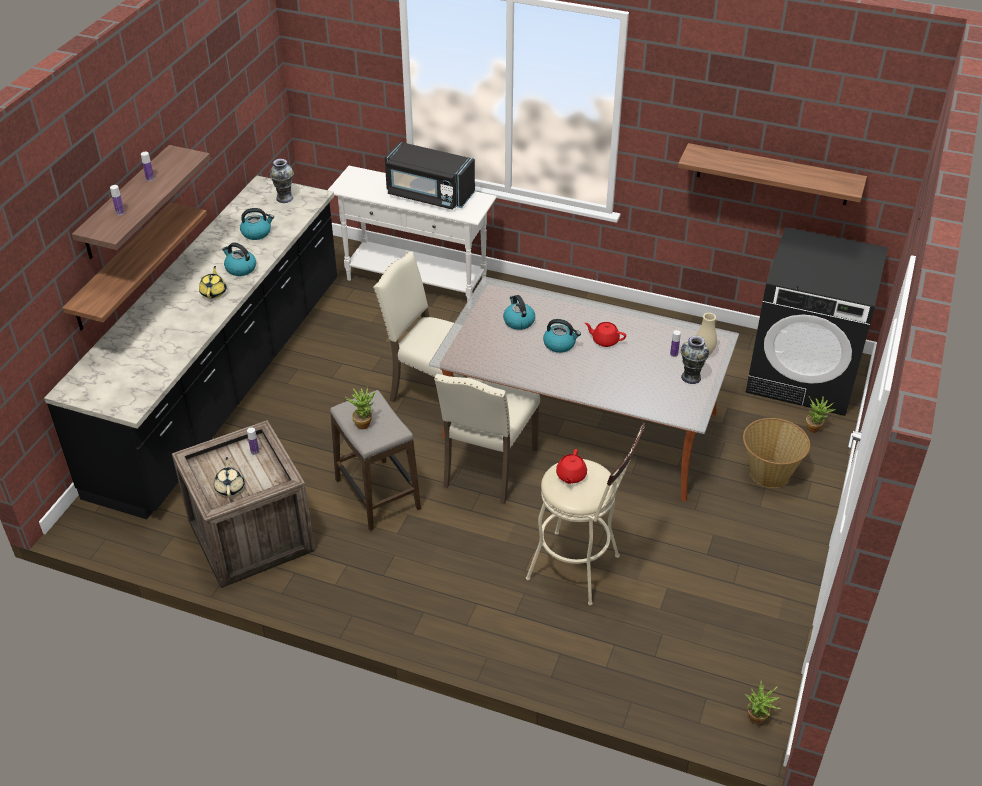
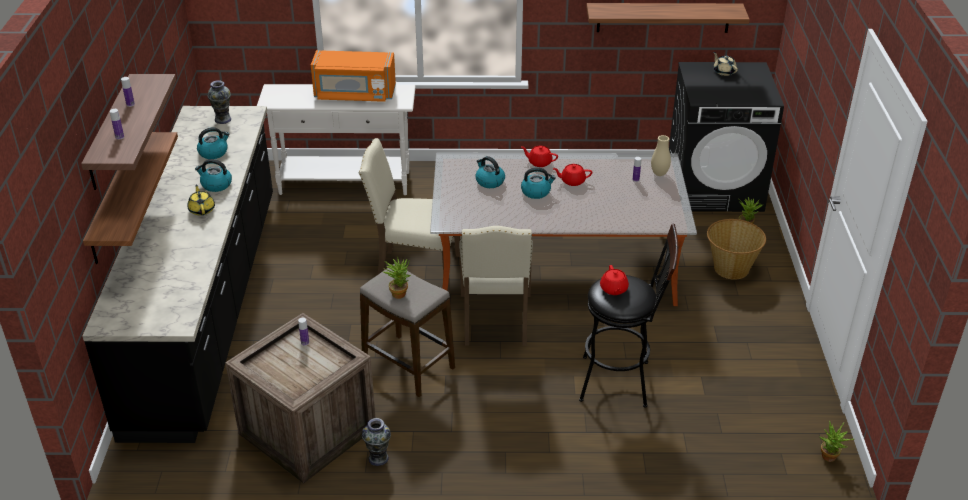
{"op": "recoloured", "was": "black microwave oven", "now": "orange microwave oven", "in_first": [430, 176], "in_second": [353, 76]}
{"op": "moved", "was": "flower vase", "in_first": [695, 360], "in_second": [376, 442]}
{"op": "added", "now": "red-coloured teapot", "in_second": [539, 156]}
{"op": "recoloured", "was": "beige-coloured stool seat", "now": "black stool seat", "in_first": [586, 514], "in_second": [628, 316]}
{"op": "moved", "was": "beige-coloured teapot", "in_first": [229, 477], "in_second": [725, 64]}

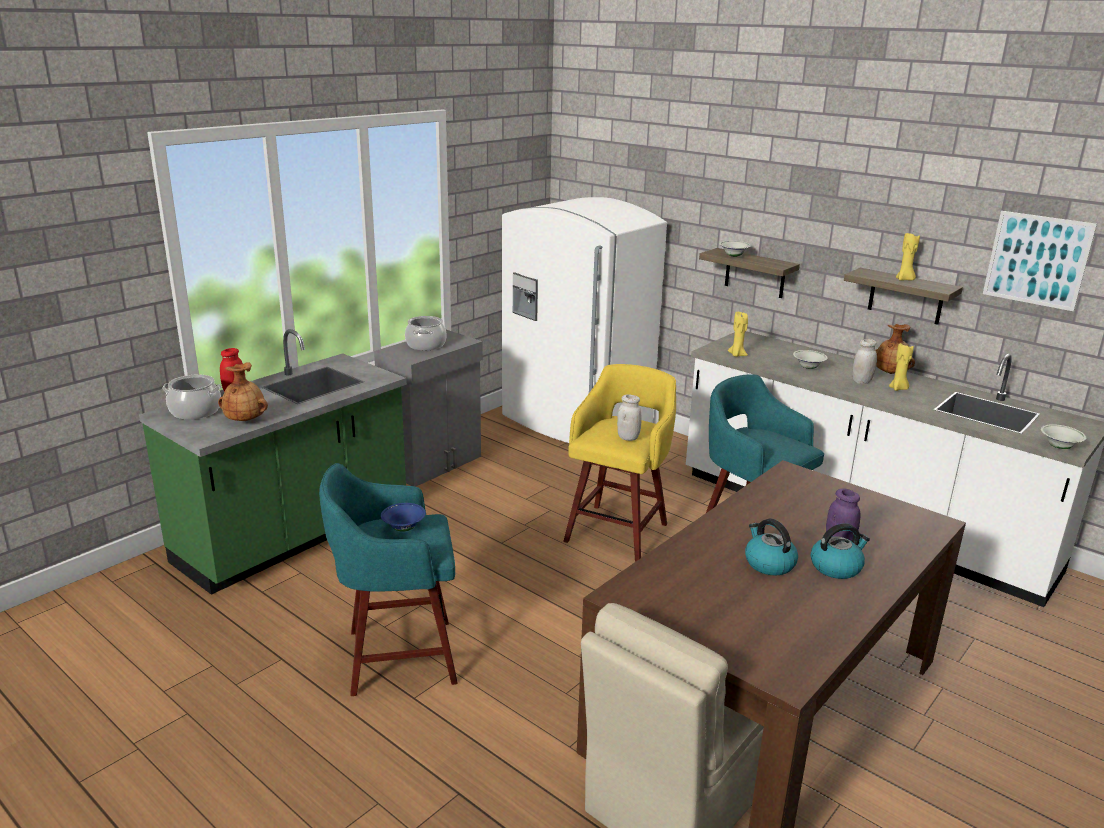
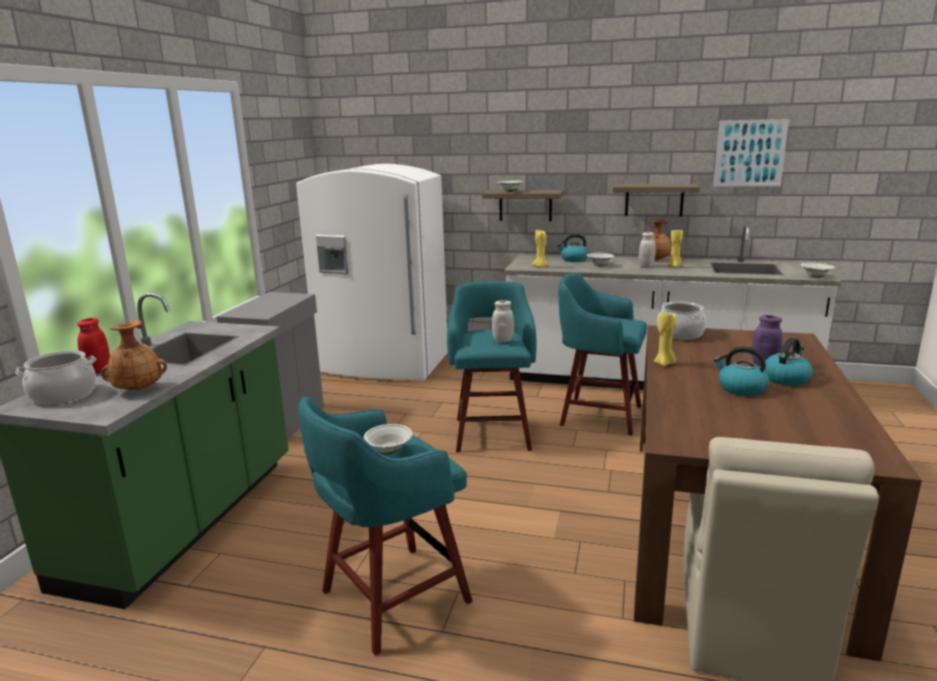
{"op": "recoloured", "was": "bluish bowl", "now": "whitish bowl", "in_first": [403, 517], "in_second": [388, 439]}
{"op": "recoloured", "was": "yellow-coloured stool seat", "now": "blue-green stool seat", "in_first": [619, 463], "in_second": [492, 367]}
{"op": "added", "now": "tea kettle", "in_second": [573, 248]}
{"op": "moved", "was": "yellow-coloured wax light", "in_first": [908, 257], "in_second": [665, 340]}
{"op": "moved", "was": "cooking pot", "in_first": [426, 333], "in_second": [681, 321]}

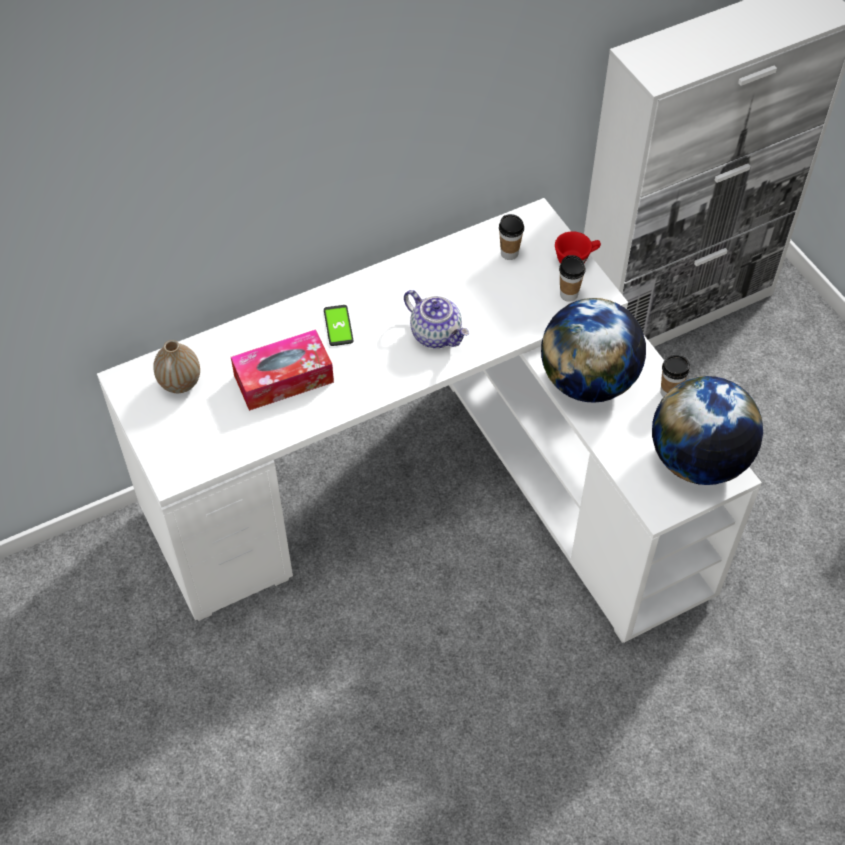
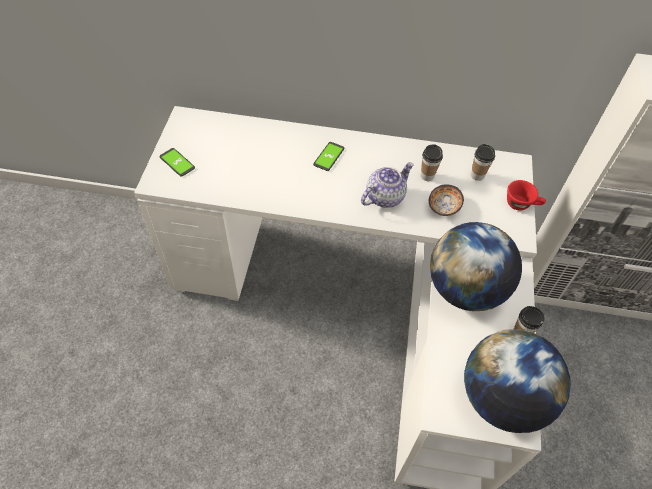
{"op": "added", "now": "telephone", "in_second": [177, 162]}
{"op": "turned", "was": "teapot", "in_first": [436, 319], "in_second": [387, 185], "clockwise": -120}
{"op": "moved", "was": "cup", "in_first": [572, 278], "in_second": [432, 162]}
{"op": "added", "now": "bowl", "in_second": [446, 200]}
{"op": "removed", "was": "flower vase", "in_first": [176, 366]}
{"op": "removed", "was": "tissue box", "in_first": [282, 370]}

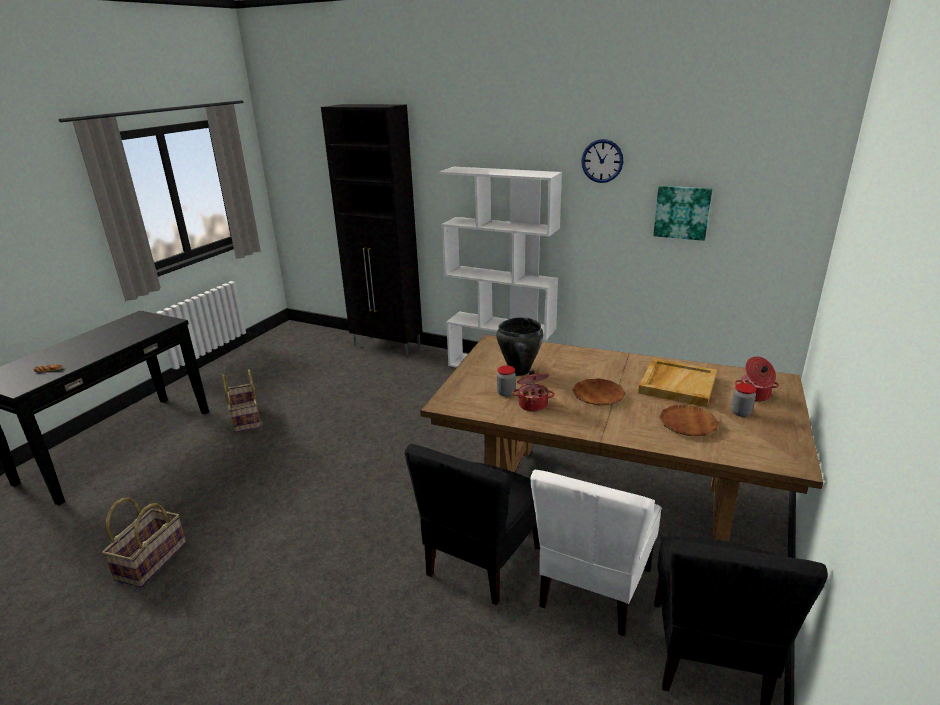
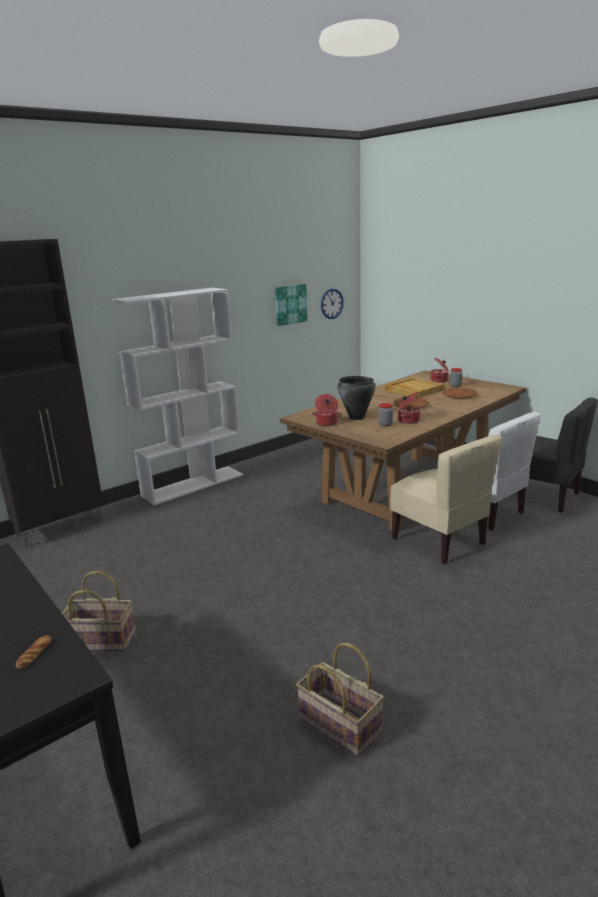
{"op": "added", "now": "cooking pot", "in_second": [327, 410]}
{"op": "moved", "was": "hanging clock", "in_first": [602, 161], "in_second": [332, 304]}
{"op": "recoloured", "was": "black chair", "now": "beige-coloured chair", "in_first": [472, 524], "in_second": [446, 499]}

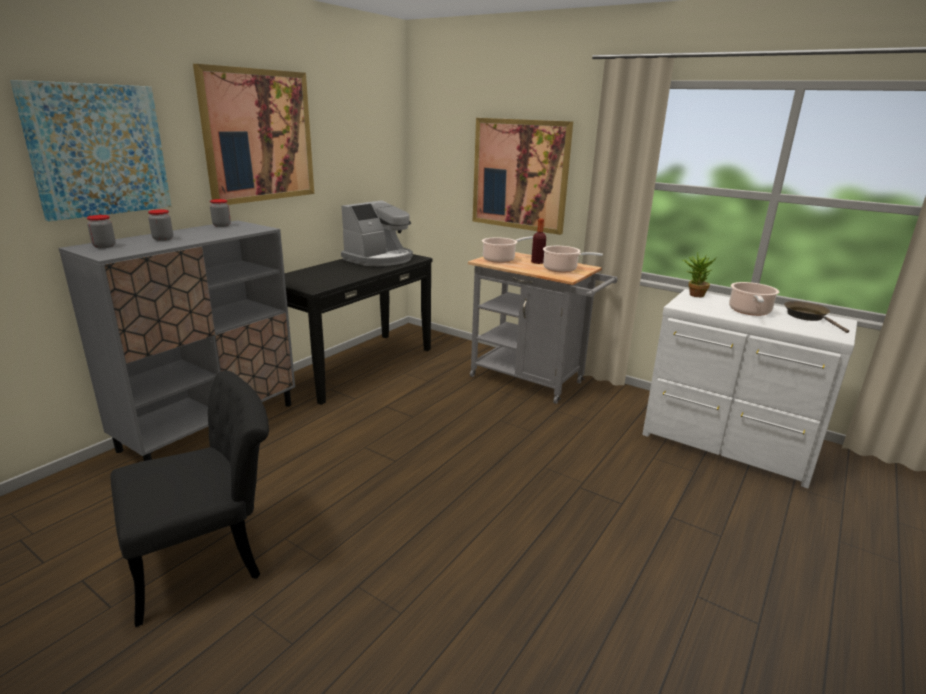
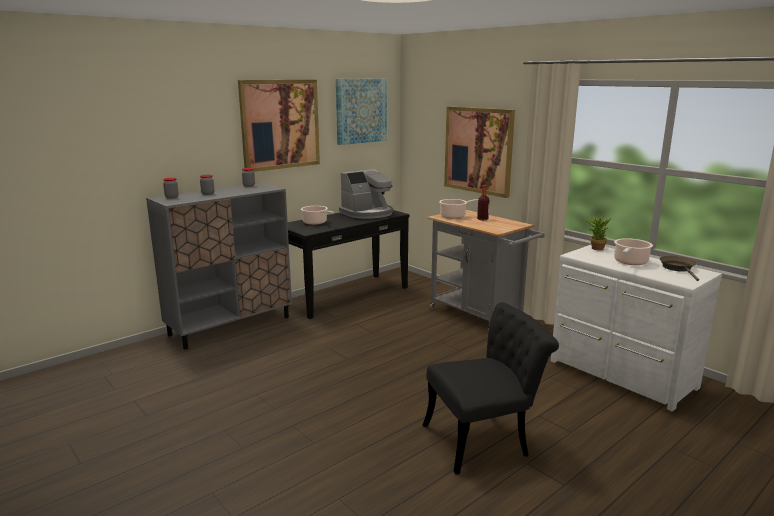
{"op": "moved", "was": "cooking pot", "in_first": [573, 259], "in_second": [317, 215]}
{"op": "moved", "was": "picture", "in_first": [91, 150], "in_second": [361, 112]}
{"op": "moved", "was": "black chair", "in_first": [189, 499], "in_second": [491, 388]}

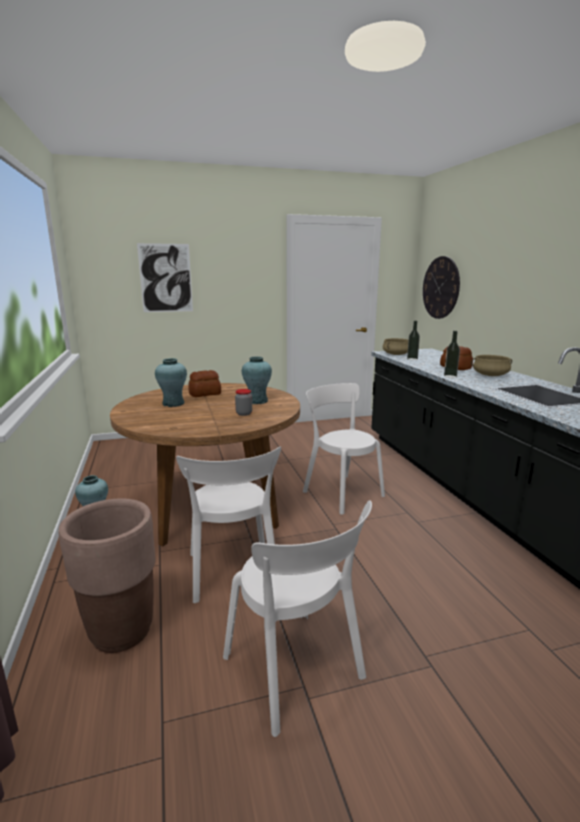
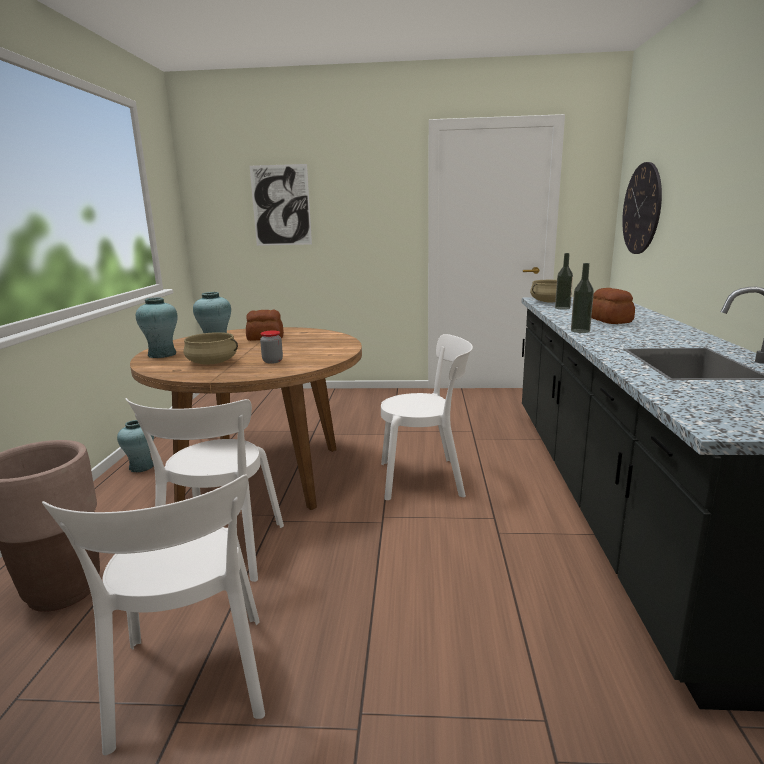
{"op": "moved", "was": "blue-green flower vase", "in_first": [257, 380], "in_second": [157, 328]}
{"op": "moved", "was": "beige-coloured cooking pot", "in_first": [491, 365], "in_second": [210, 348]}
{"op": "turned", "was": "whitish chair", "in_first": [344, 449], "in_second": [427, 417], "clockwise": 105}

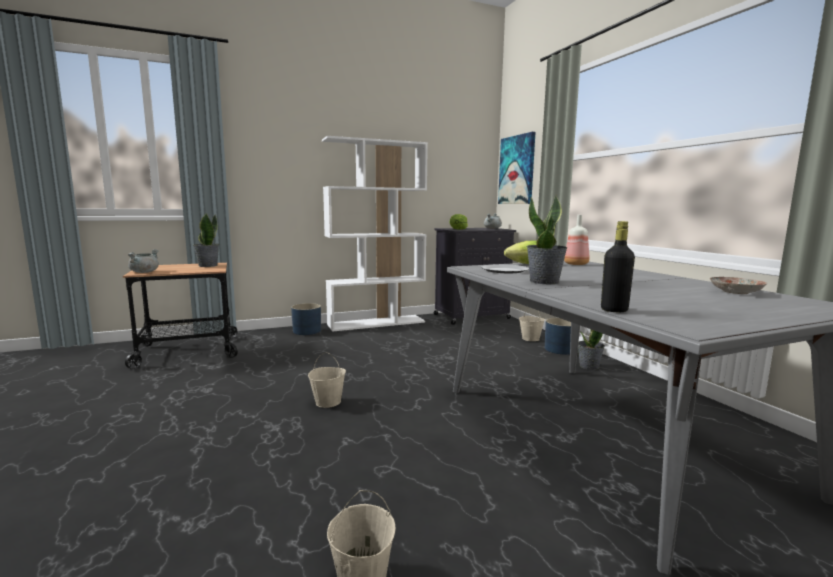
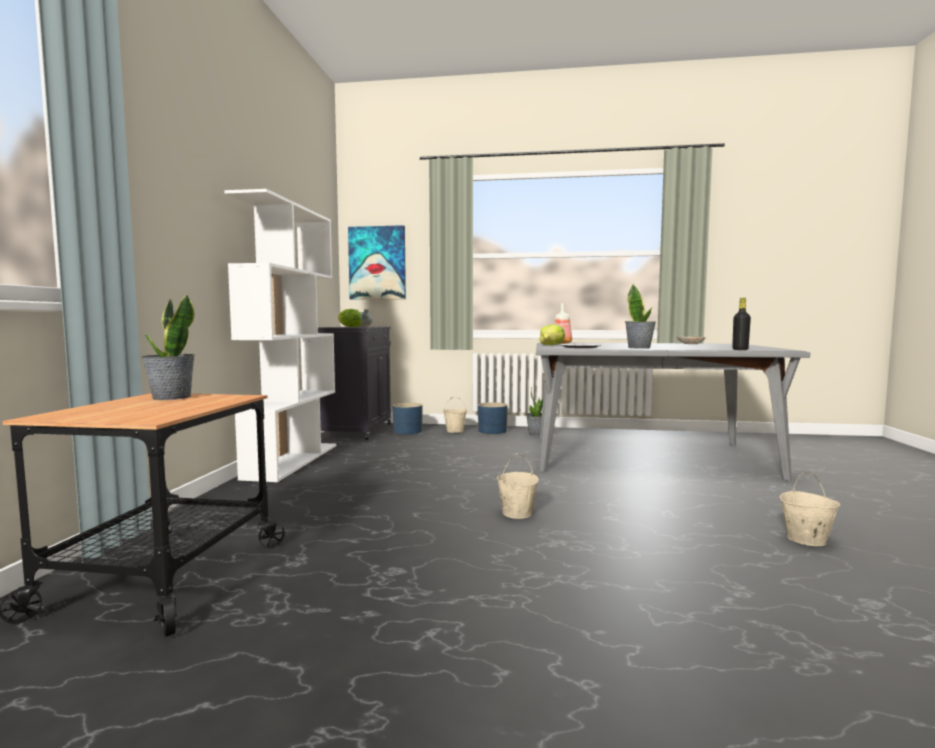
{"op": "moved", "was": "bluish plant pot", "in_first": [306, 319], "in_second": [407, 418]}
{"op": "removed", "was": "greyish cooking pot", "in_first": [143, 261]}

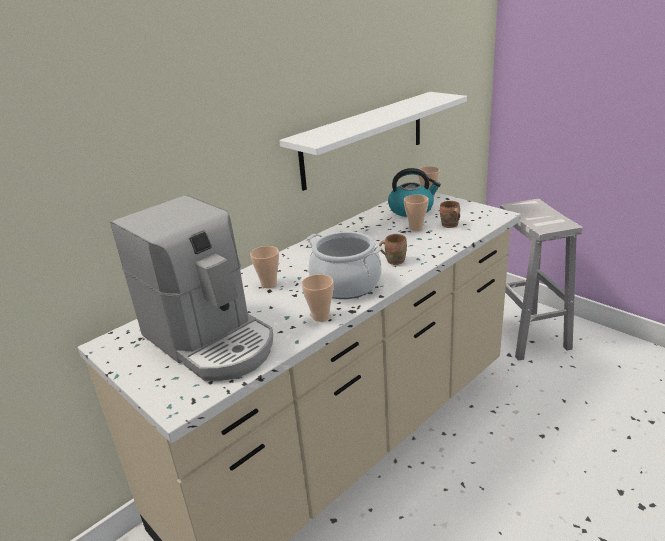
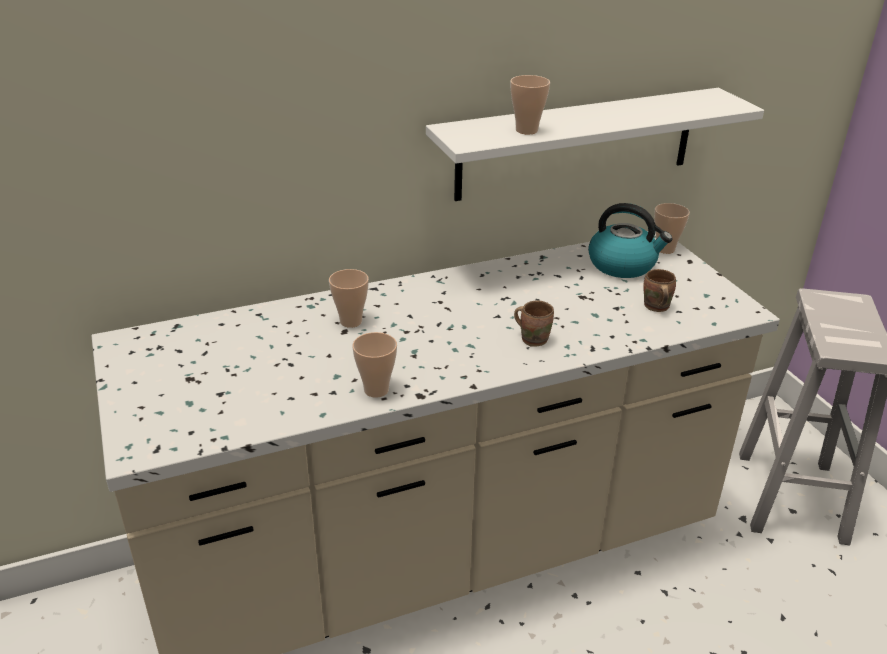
{"op": "moved", "was": "cup", "in_first": [416, 212], "in_second": [530, 104]}
{"op": "removed", "was": "coffee machine", "in_first": [192, 288]}
{"op": "removed", "was": "cooking pot", "in_first": [344, 265]}

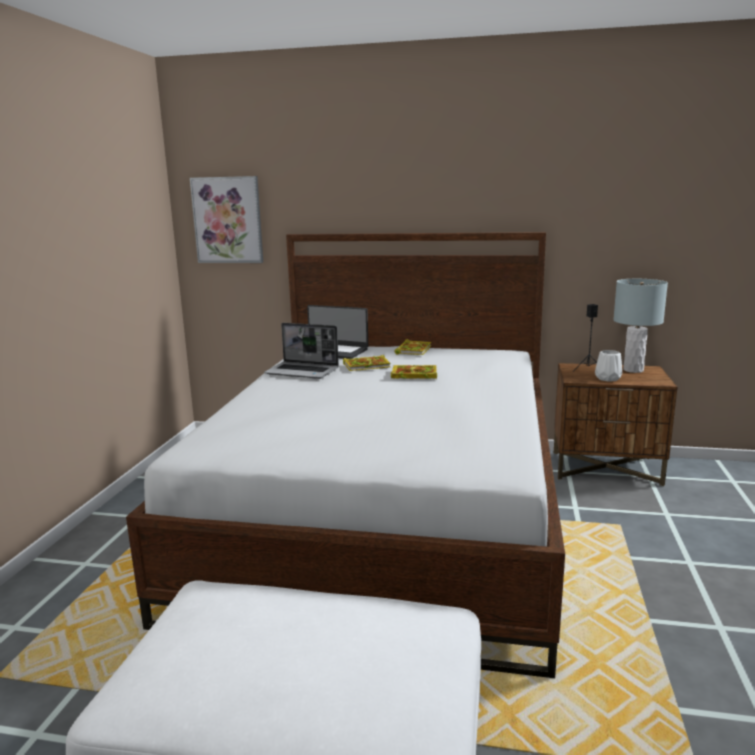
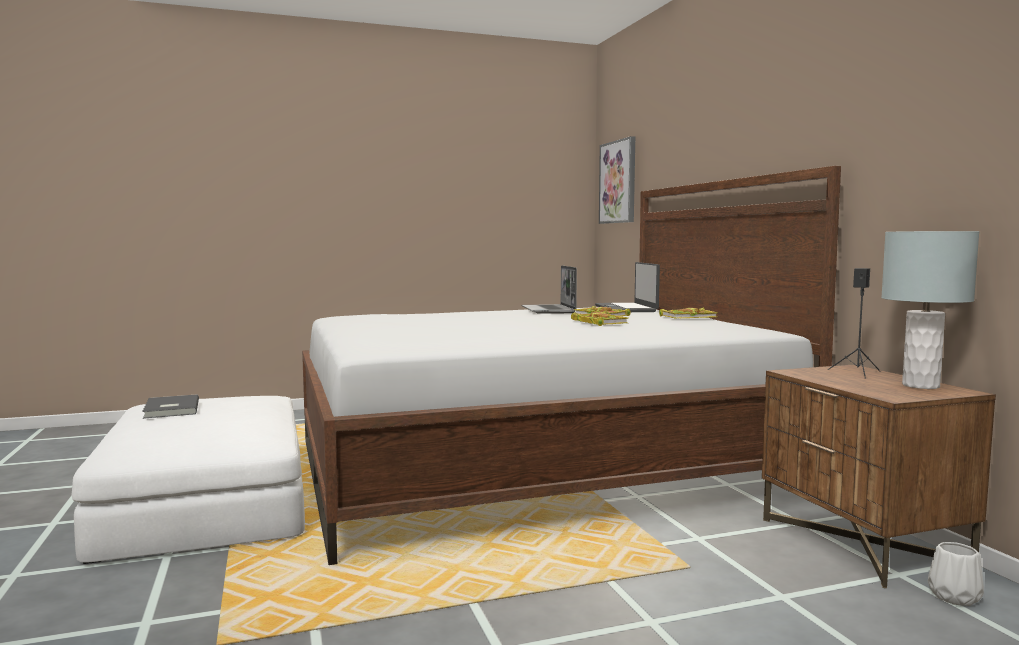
{"op": "added", "now": "greyish volume", "in_second": [170, 406]}
{"op": "moved", "was": "whitish flower vase", "in_first": [608, 366], "in_second": [956, 574]}

